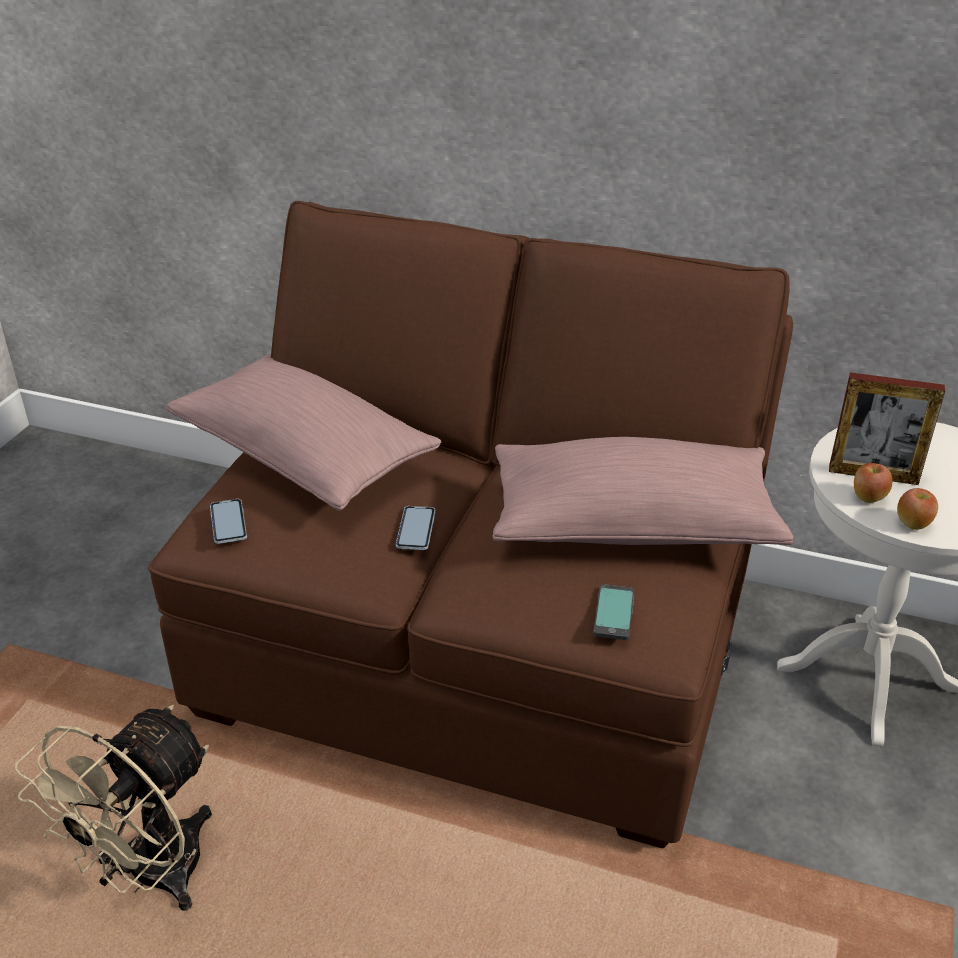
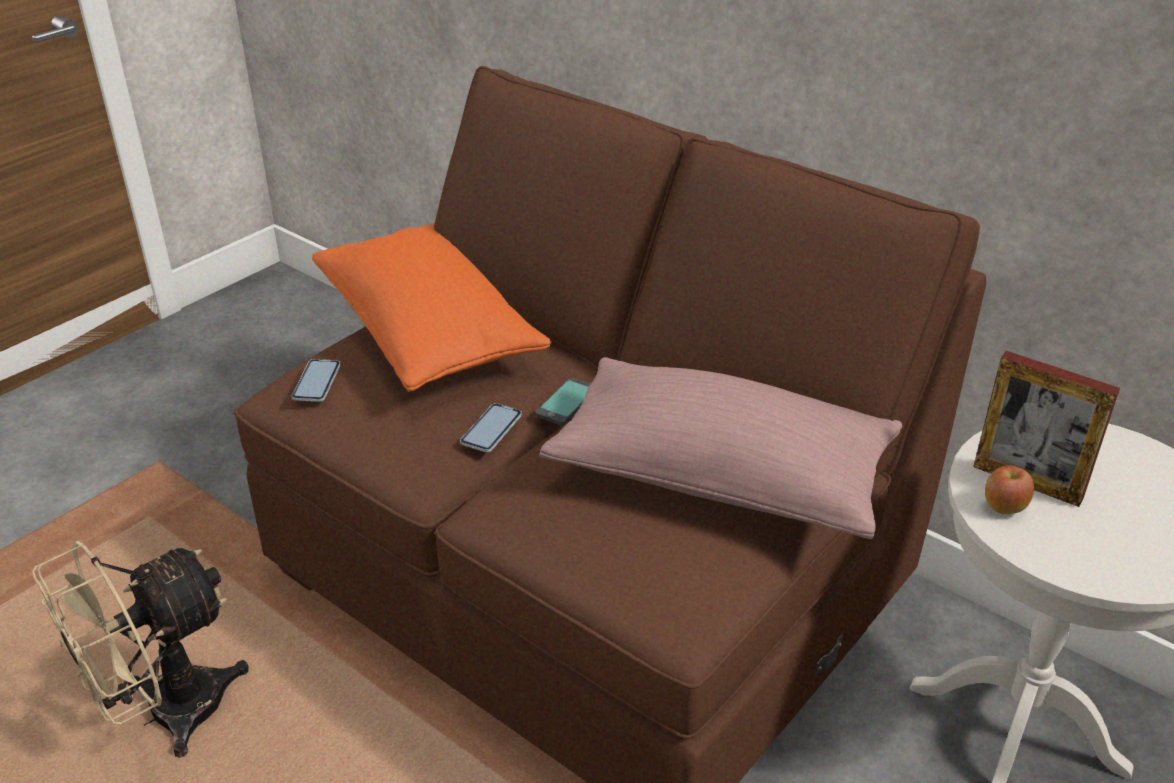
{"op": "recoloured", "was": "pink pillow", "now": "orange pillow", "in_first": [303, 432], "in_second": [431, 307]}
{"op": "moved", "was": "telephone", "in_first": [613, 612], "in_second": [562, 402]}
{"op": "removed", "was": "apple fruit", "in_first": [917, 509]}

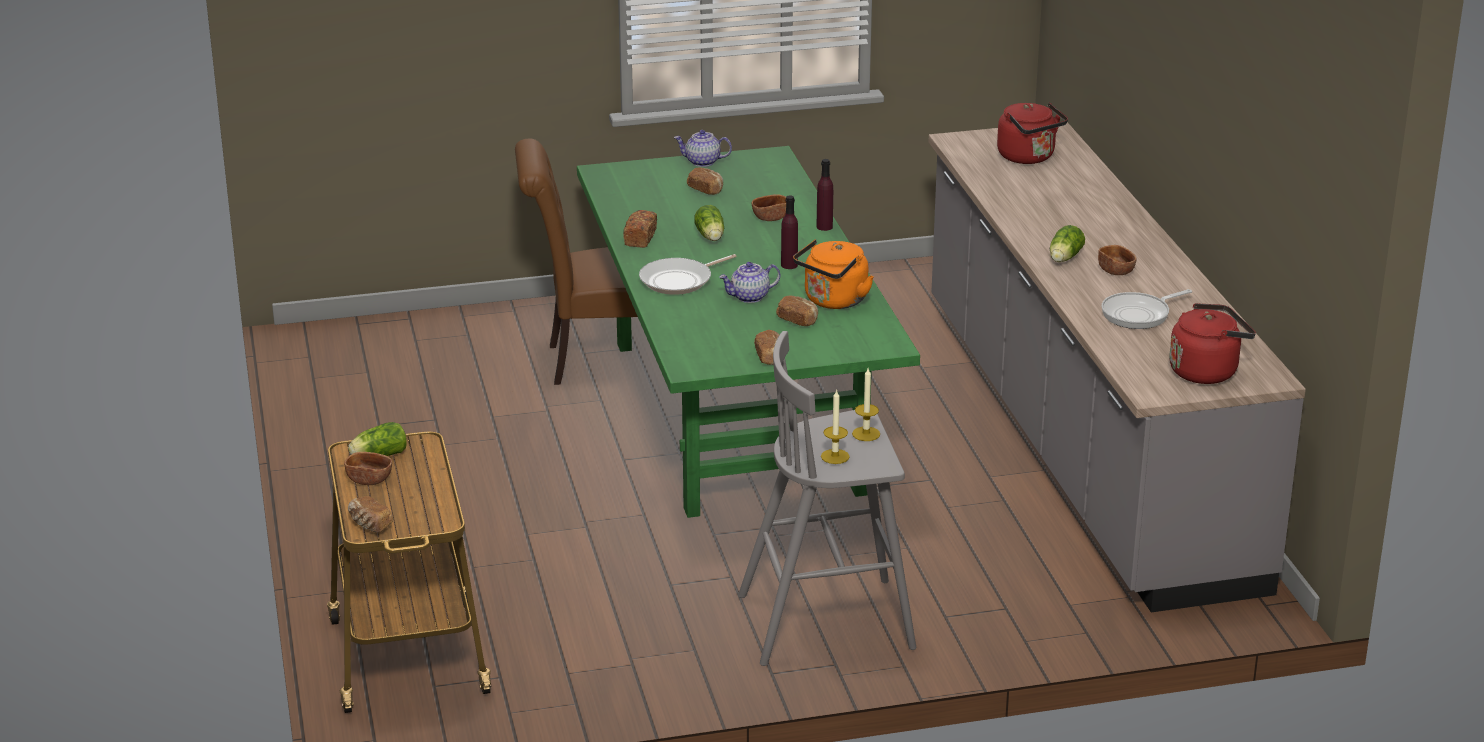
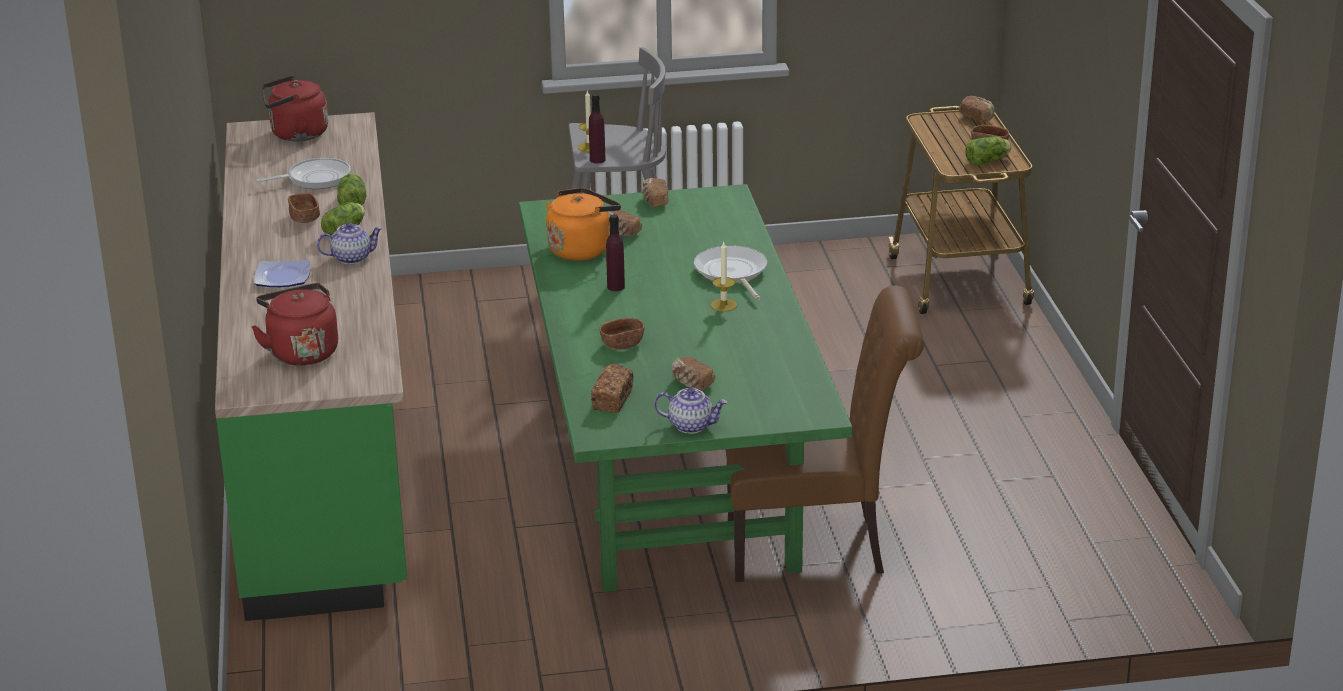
{"op": "recoloured", "was": "greyish kitchen counter", "now": "green kitchen counter", "in_first": [1117, 367], "in_second": [311, 366]}
{"op": "added", "now": "plate", "in_second": [282, 273]}
{"op": "moved", "was": "teapot", "in_first": [749, 282], "in_second": [350, 243]}
{"op": "moved", "was": "head of lettuce", "in_first": [709, 223], "in_second": [351, 189]}
{"op": "moved", "was": "purple-coloured beverage bottle", "in_first": [825, 195], "in_second": [597, 128]}
{"op": "moved", "was": "bread", "in_first": [640, 229], "in_second": [612, 388]}
{"op": "turned", "was": "skillet", "in_first": [688, 274], "in_second": [730, 272], "clockwise": -75}
{"op": "moved", "was": "wax light", "in_first": [835, 426], "in_second": [724, 277]}

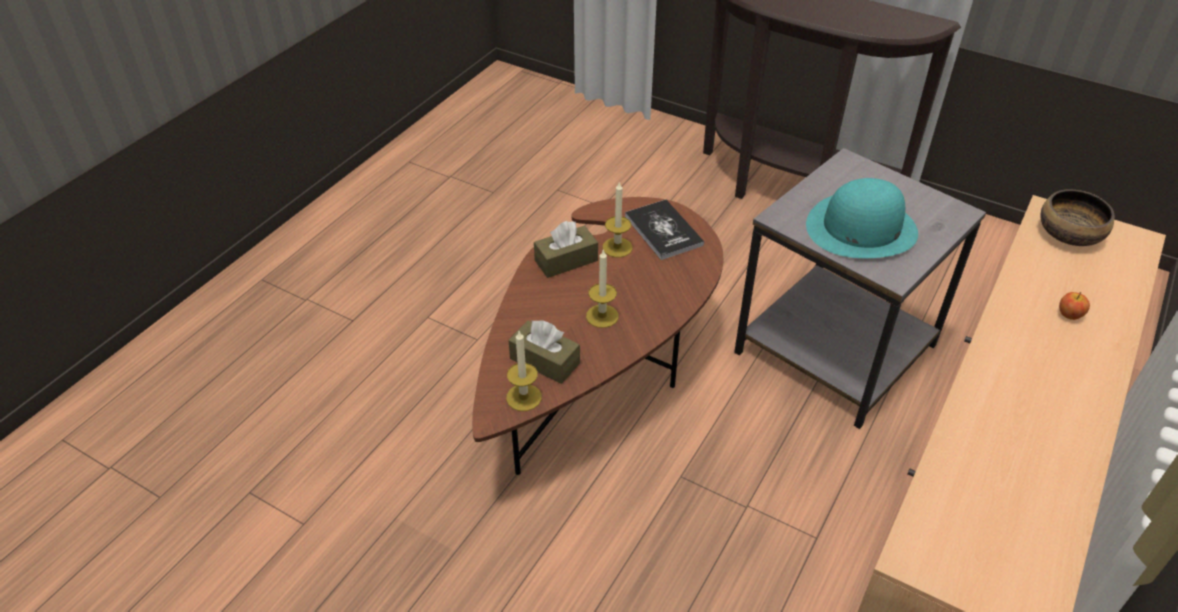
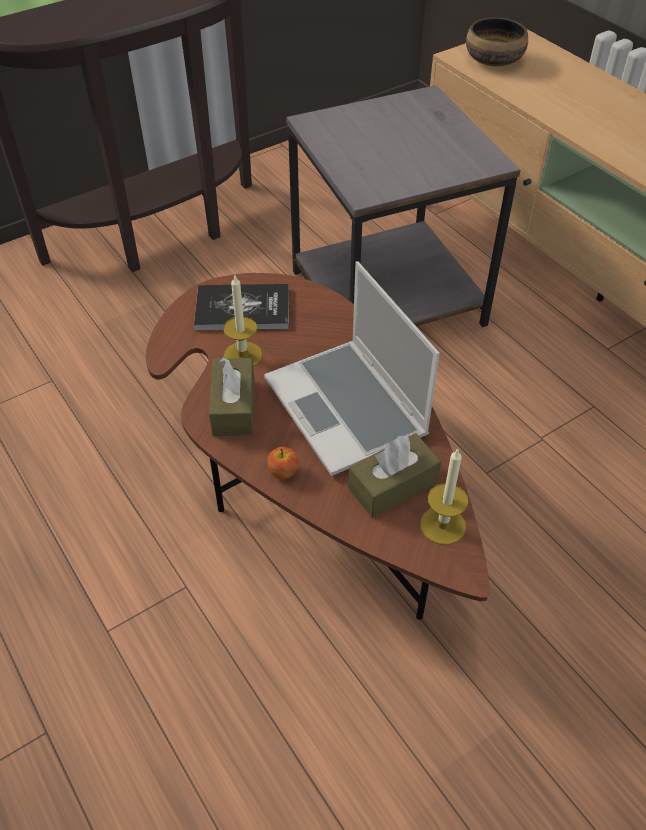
{"op": "replaced", "was": "wax light", "now": "laptop", "in_first": [602, 289], "in_second": [352, 368]}
{"op": "moved", "was": "apple fruit", "in_first": [1074, 306], "in_second": [283, 463]}
{"op": "removed", "was": "blue-green wearable hat", "in_first": [862, 218]}

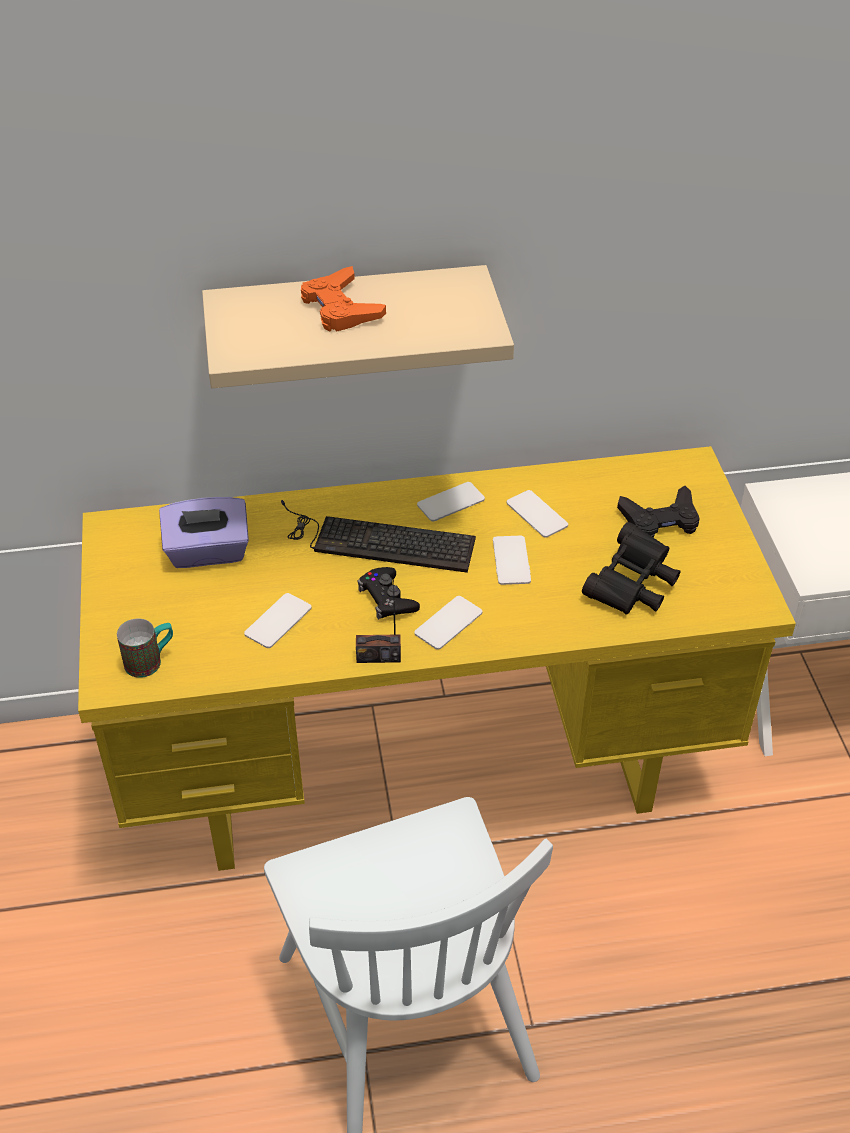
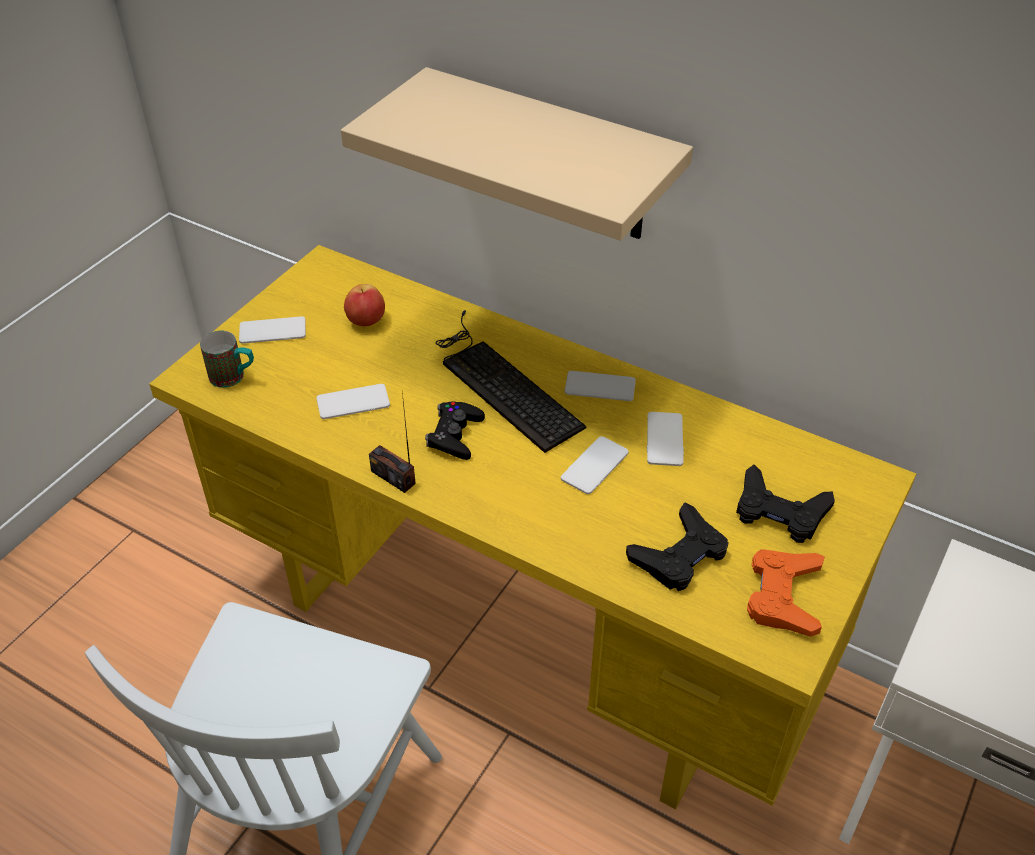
{"op": "moved", "was": "telephone", "in_first": [448, 623], "in_second": [272, 330]}
{"op": "replaced", "was": "purple-coloured tissue box", "now": "apple fruit", "in_first": [204, 532], "in_second": [364, 305]}
{"op": "replaced", "was": "black binoculars", "now": "black game controller", "in_first": [631, 568], "in_second": [677, 546]}
{"op": "moved", "was": "orange game controller", "in_first": [343, 298], "in_second": [786, 593]}

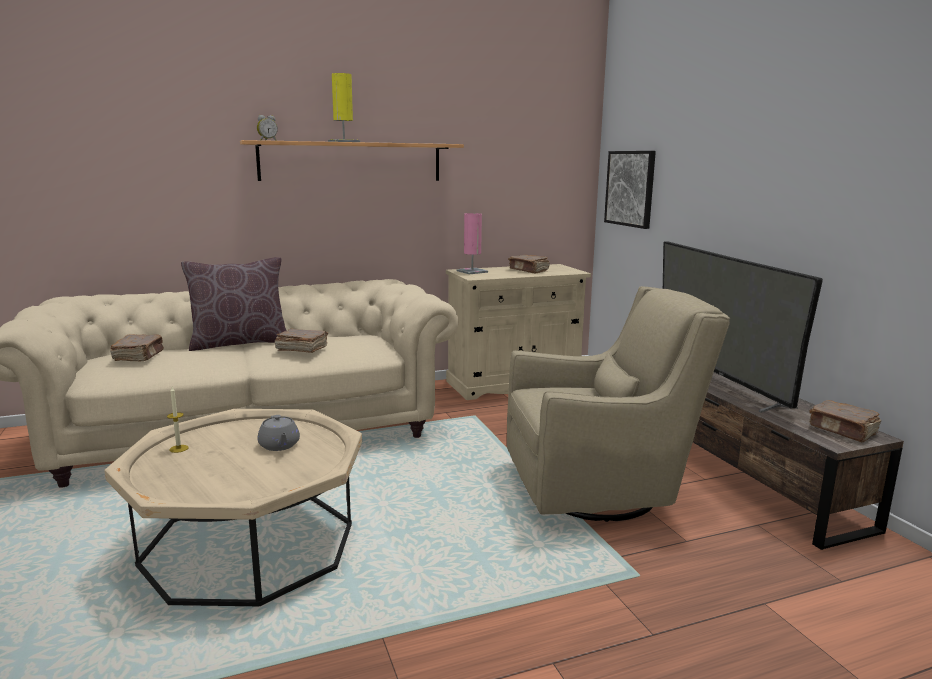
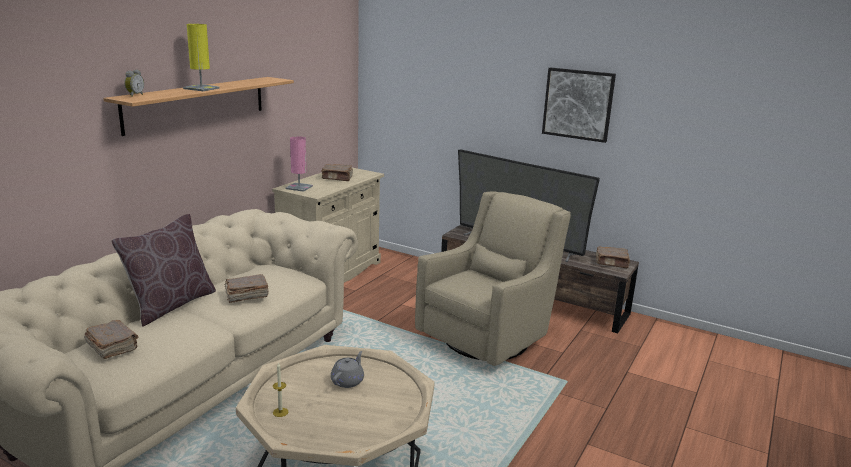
{"op": "turned", "was": "greyish teapot", "in_first": [278, 433], "in_second": [347, 369], "clockwise": -90}
{"op": "moved", "was": "picture", "in_first": [630, 190], "in_second": [579, 105]}

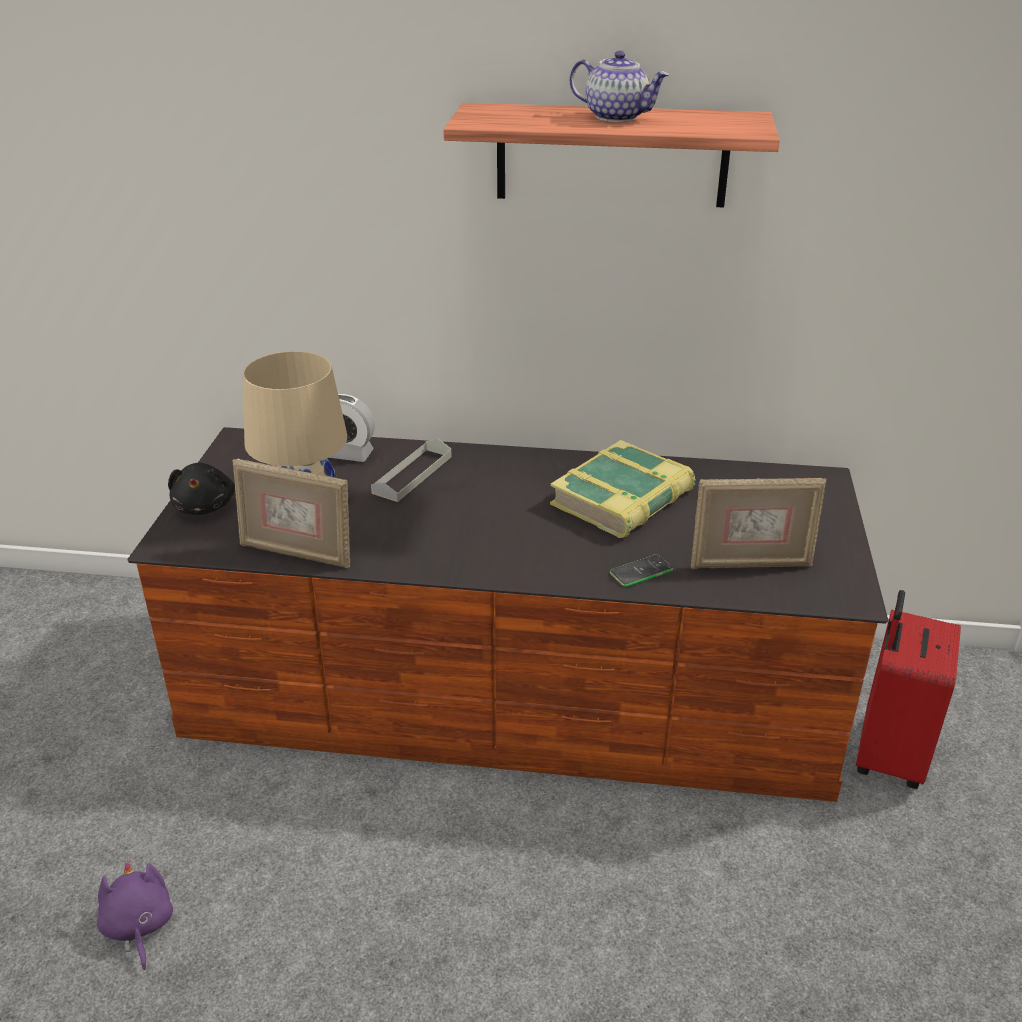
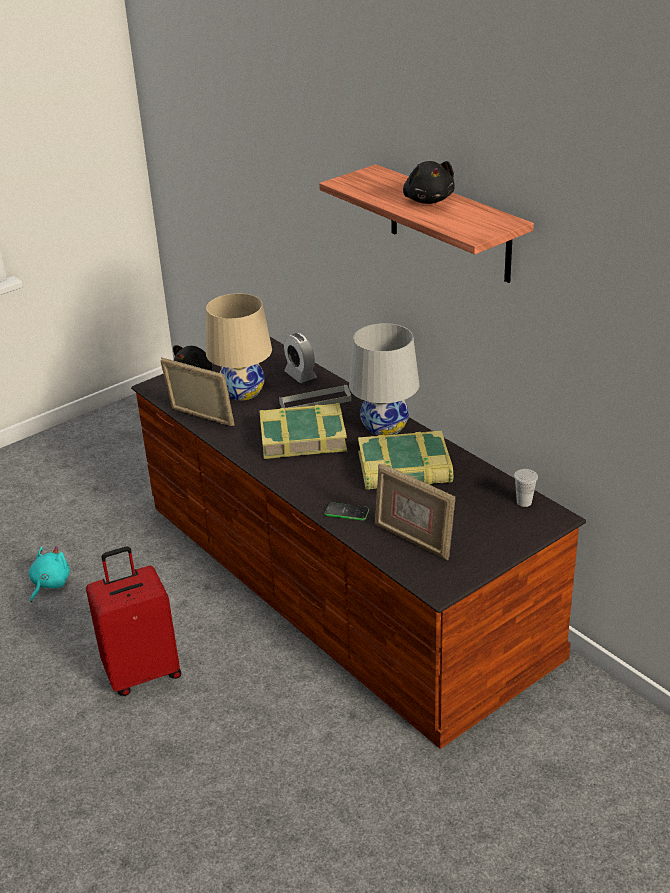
{"op": "recoloured", "was": "purple-coloured cuddly toy", "now": "blue-green cuddly toy", "in_first": [135, 915], "in_second": [49, 574]}
{"op": "moved", "was": "red-coloured travel case", "in_first": [908, 689], "in_second": [133, 621]}
{"op": "turned", "was": "picture frame", "in_first": [291, 513], "in_second": [198, 391], "clockwise": 150}
{"op": "added", "now": "volume", "in_second": [303, 431]}
{"op": "added", "now": "whitish tabletop lamp", "in_second": [384, 379]}
{"op": "replaced", "was": "teapot", "now": "black cuddly toy", "in_first": [619, 86], "in_second": [429, 182]}
{"op": "added", "now": "whitish cup", "in_second": [526, 488]}

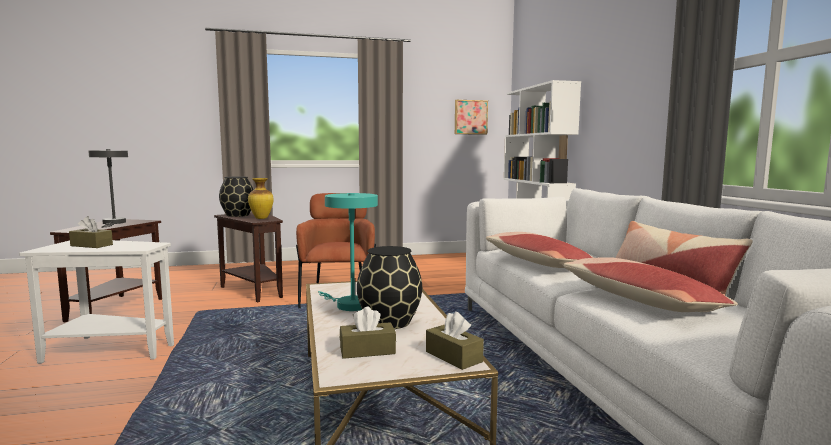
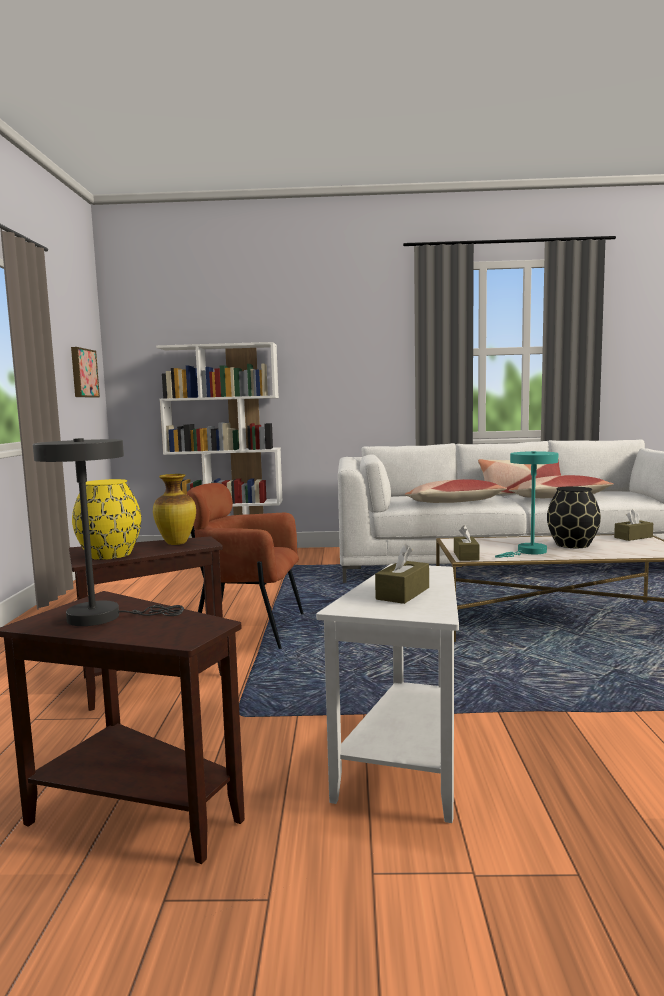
{"op": "recoloured", "was": "black flower vase", "now": "yellow-coloured flower vase", "in_first": [236, 196], "in_second": [106, 519]}
{"op": "moved", "was": "brown-coloured tissue box", "in_first": [368, 333], "in_second": [467, 543]}

